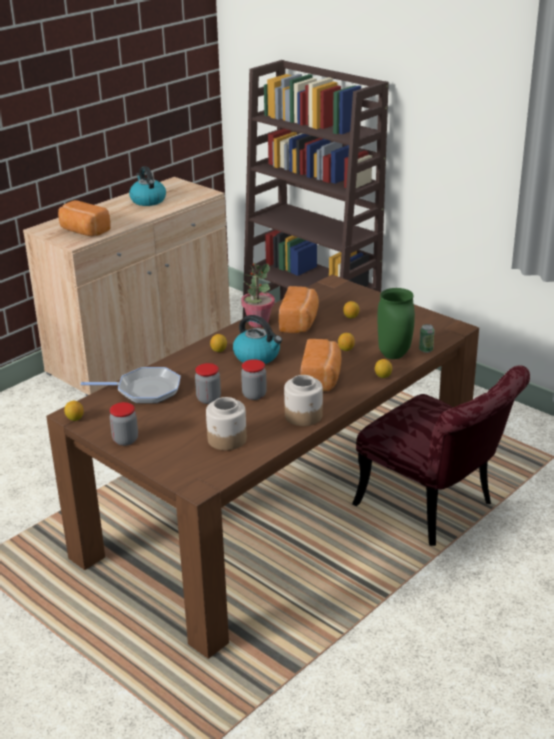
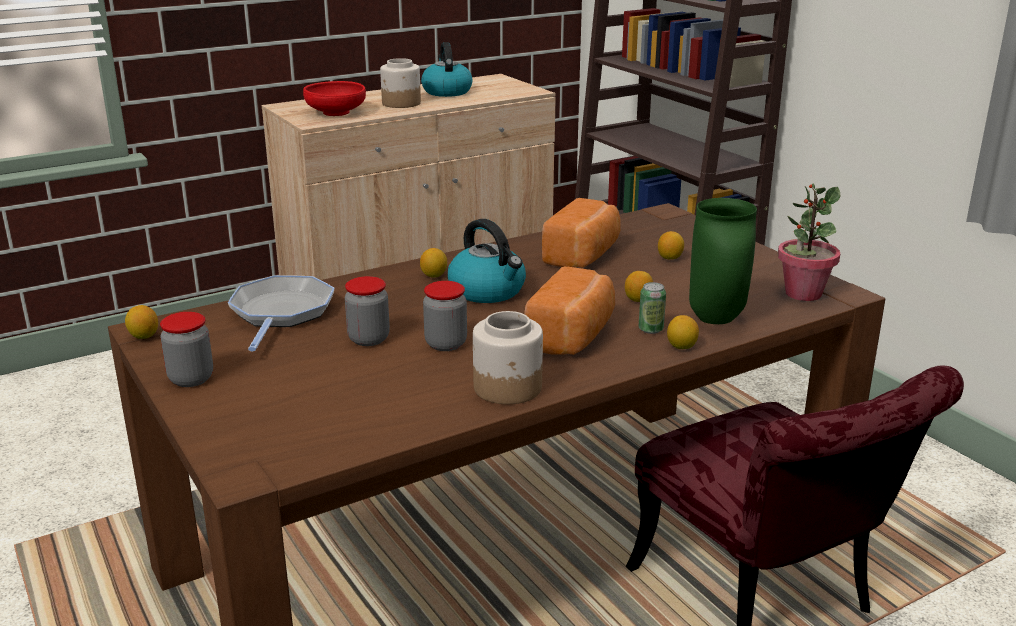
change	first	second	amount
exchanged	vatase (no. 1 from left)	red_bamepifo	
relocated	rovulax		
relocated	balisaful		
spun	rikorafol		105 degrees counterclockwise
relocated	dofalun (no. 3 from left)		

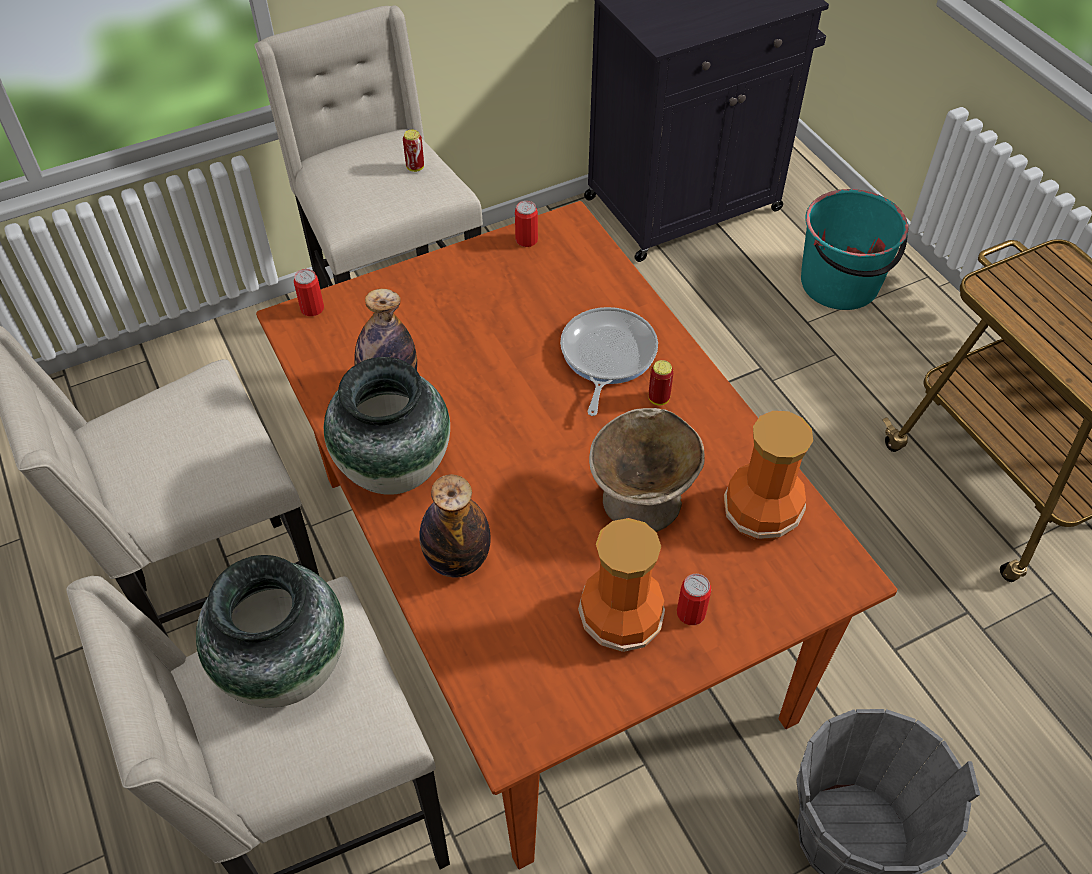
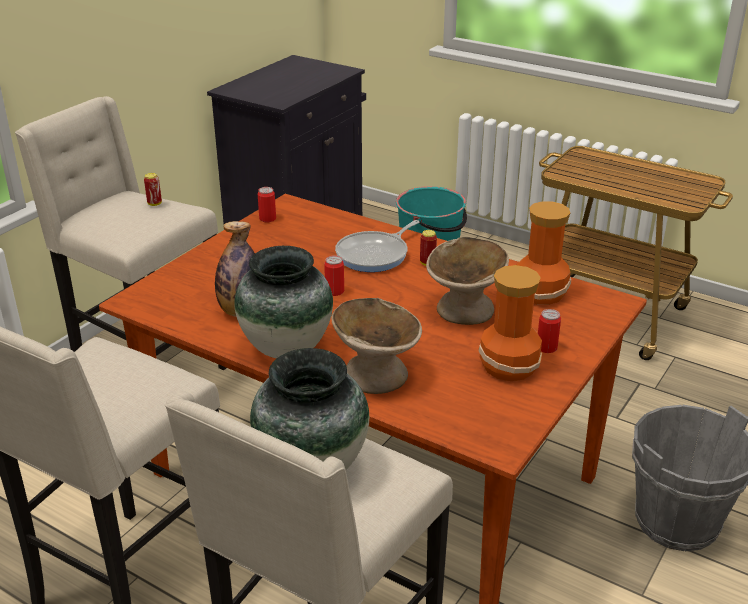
change	first	second	amount
relocated	balisaful (no. 1 from left in the first image)	balisaful (no. 3 from left)	
spun	rikorafol		120 degrees counterclockwise
exchanged	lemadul (no. 2 from left)	beige_bamepifo (no. 1 from left)	

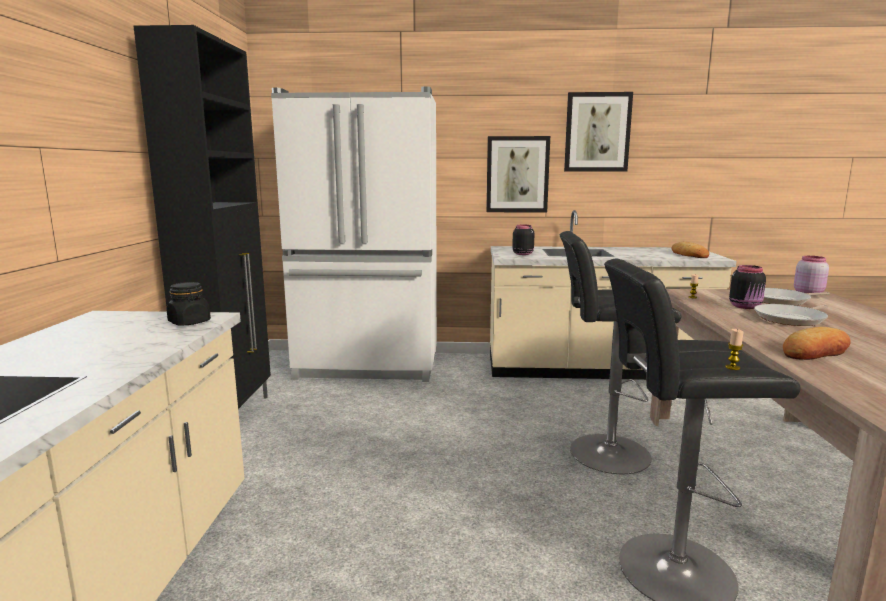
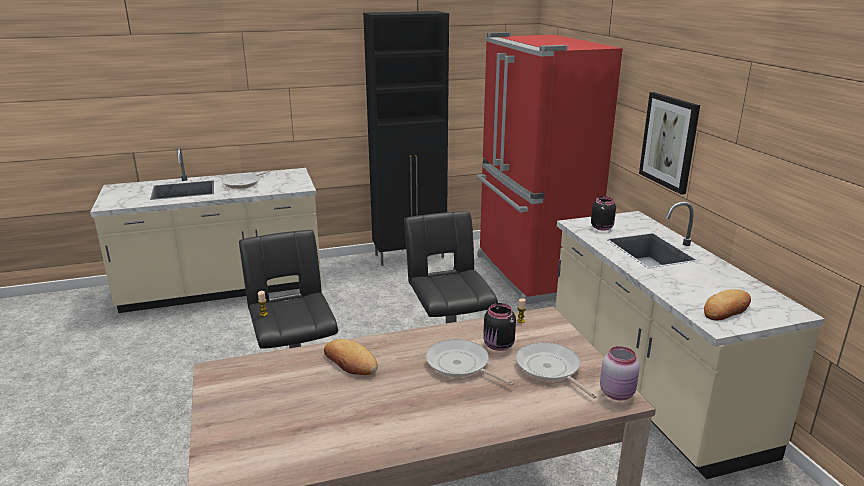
change	first	second	amount
colour	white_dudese	red_dudese	
missing	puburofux (no. 2 from left)		
missing	black_dofalun (no. 1 from left)		
appeared		rikorafol (no. 1 from left)	

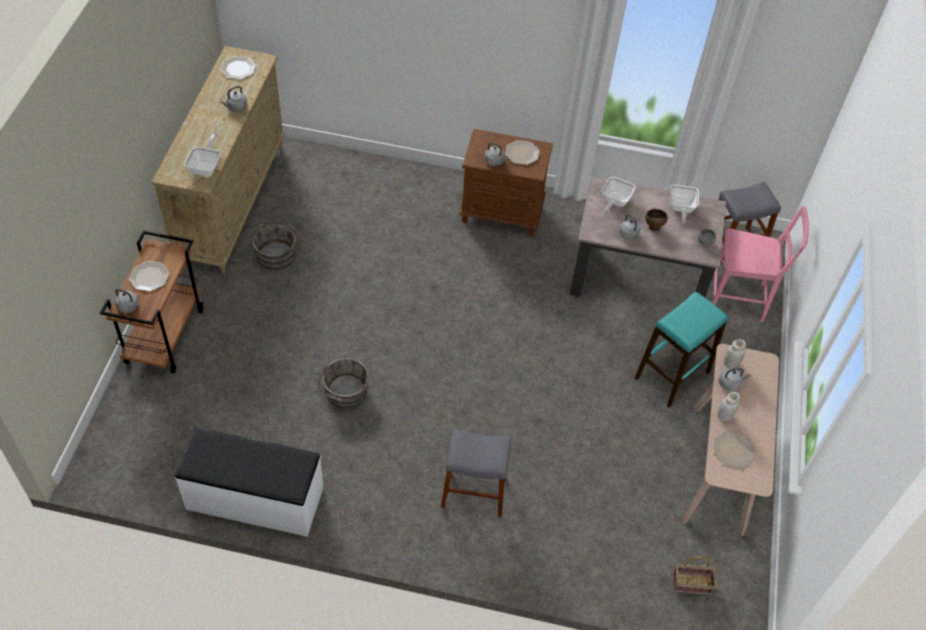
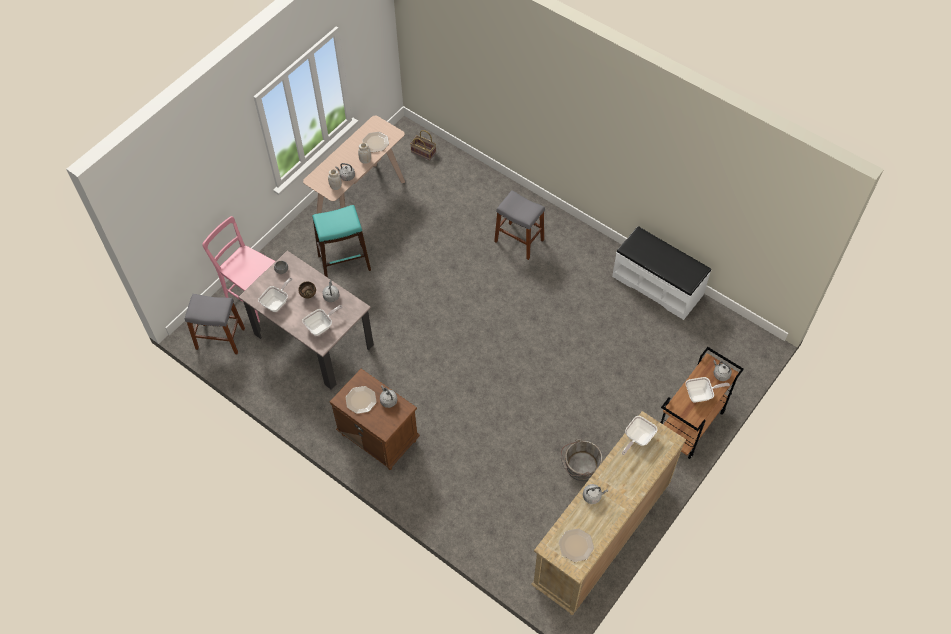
change	first	second	amount
exchanged	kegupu (no. 1 from left)	rikorafol (no. 4 from left)	
missing	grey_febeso (no. 2 from left)		

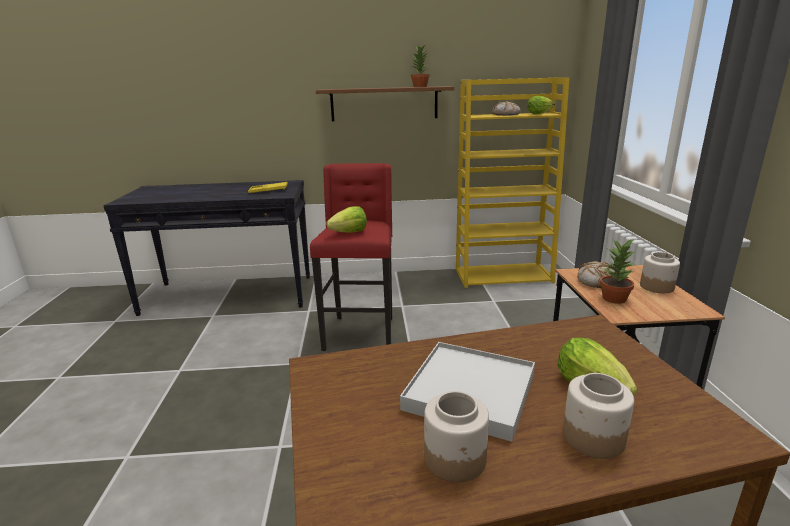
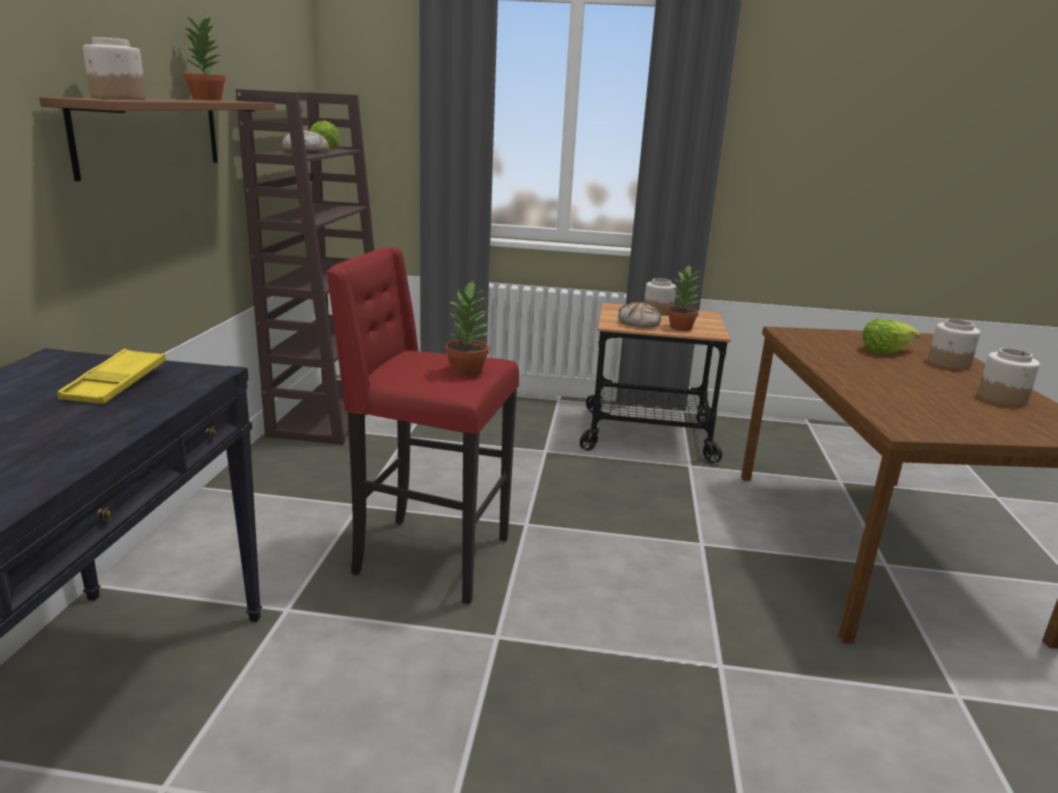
change	first	second	amount
colour	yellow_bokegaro	brown_bokegaro	
exchanged	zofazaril (no. 1 from left)	rovulax (no. 2 from left)	
missing	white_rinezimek		
appeared		dofalun (no. 1 from left)	

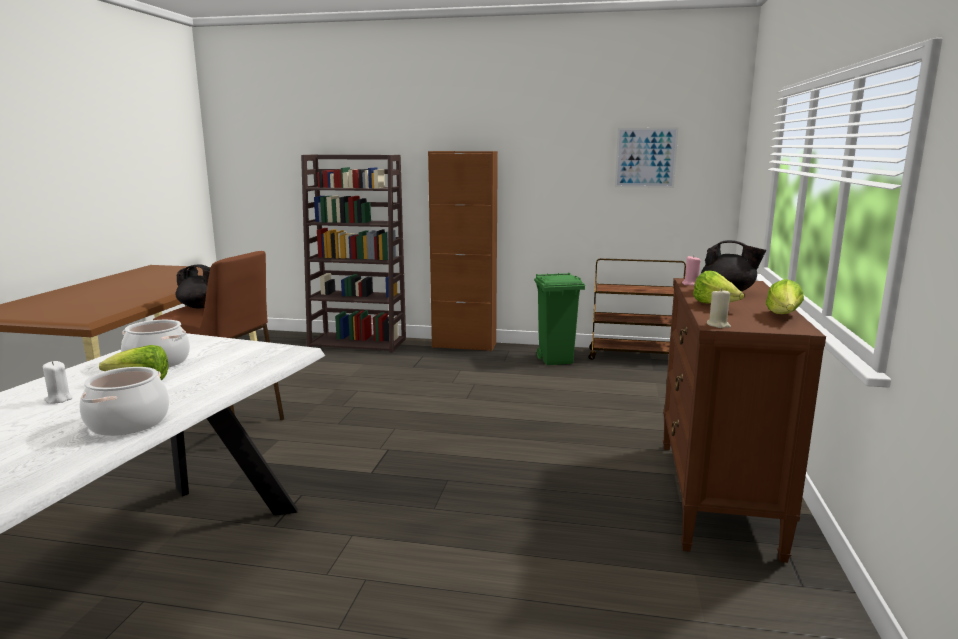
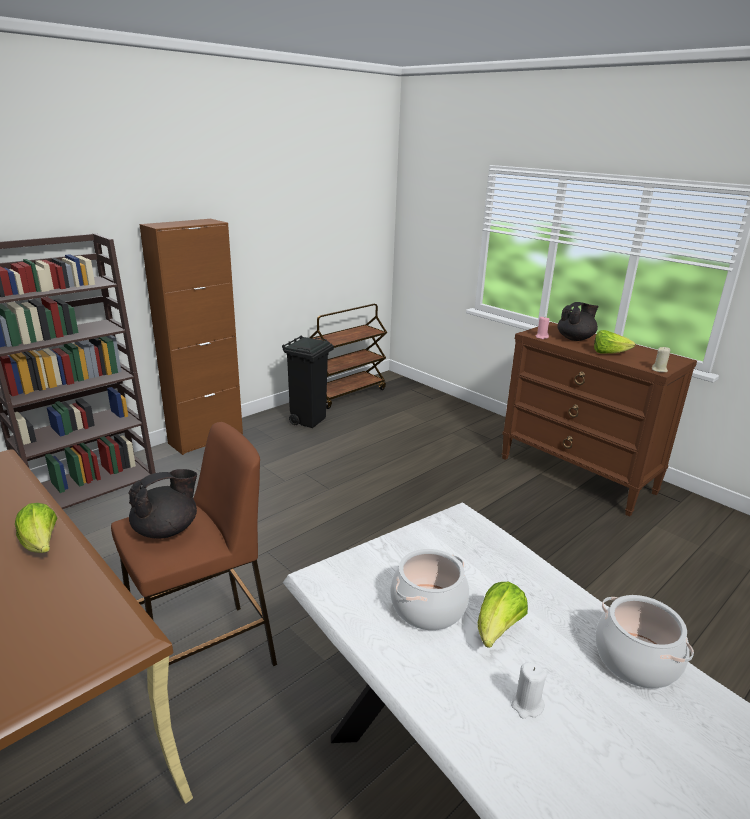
change	first	second	amount
missing	puburofux		
colour	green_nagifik	black_nagifik	
relocated	zofazaril (no. 3 from left in the first image)	zofazaril (no. 1 from left)	

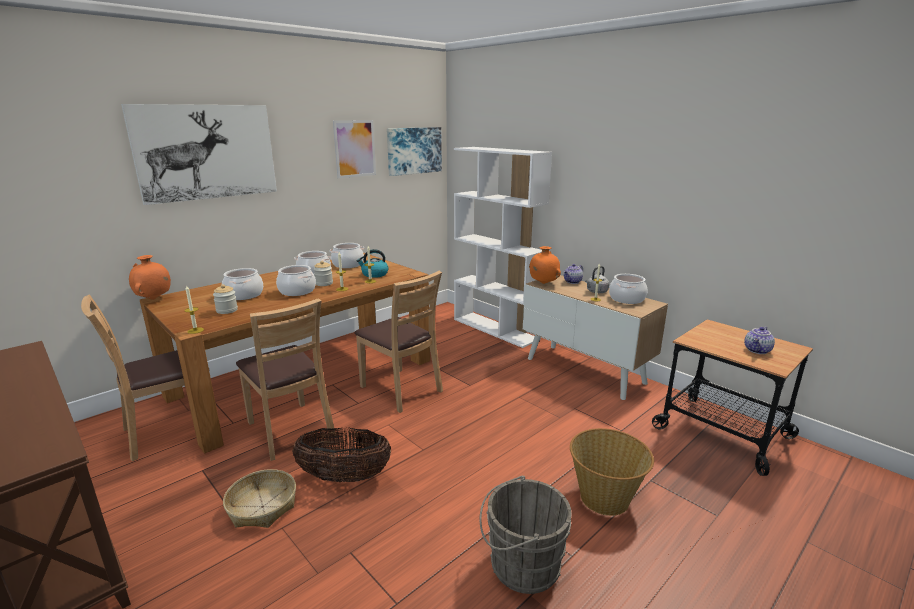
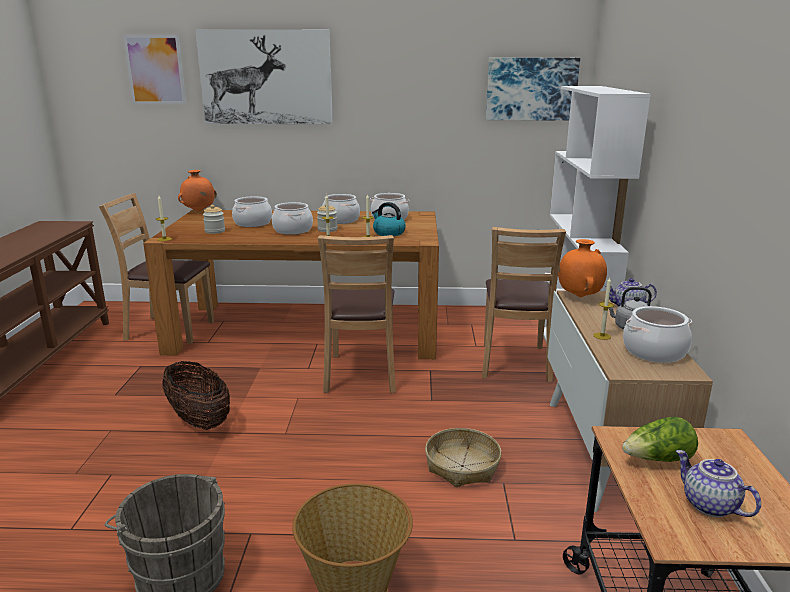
change	first	second	amount
relocated	puburofux (no. 2 from left in the first image)	puburofux (no. 1 from left)	
relocated	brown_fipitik (no. 2 from left in the first image)	brown_fipitik (no. 3 from left)	
spun	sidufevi (no. 2 from left)		60 degrees clockwise
relocated	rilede (no. 1 from left in the first image)	rilede (no. 3 from left)	
appeared		zofazaril	

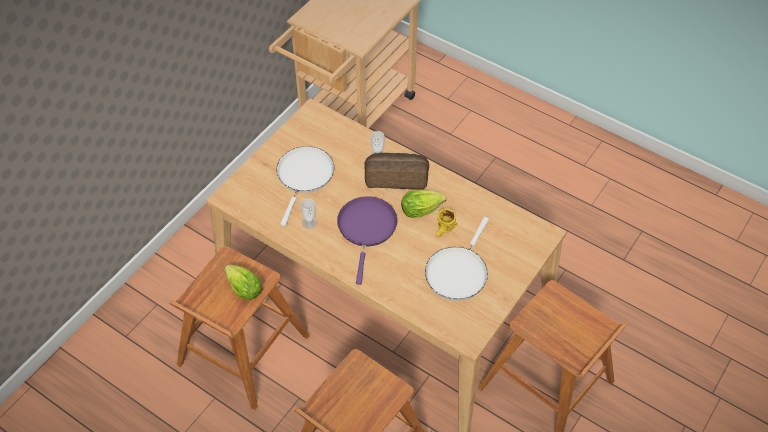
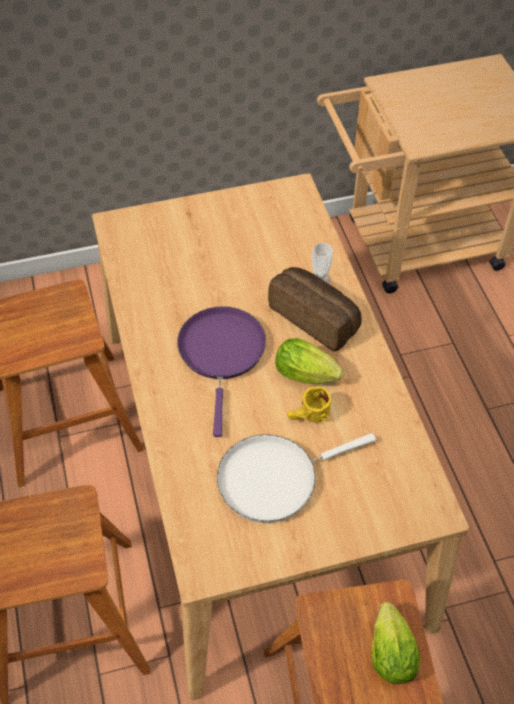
change	first	second	amount
missing	white_rikorafol (no. 1 from left)		
spun	purple_rikorafol		45 degrees counterclockwise
missing	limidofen (no. 1 from left)		
relocated	zofazaril (no. 1 from left in the first image)	zofazaril (no. 2 from left)	

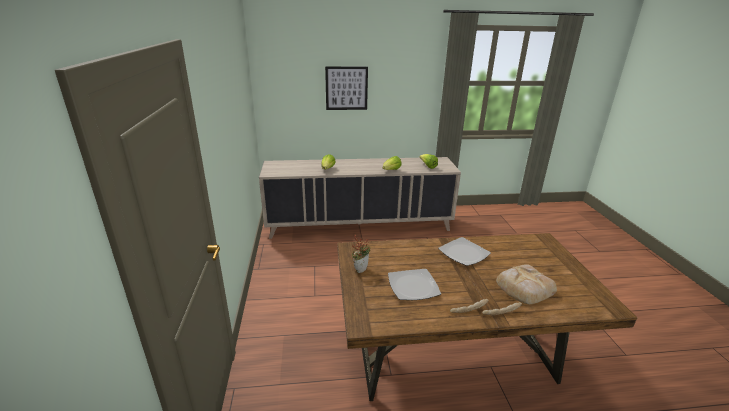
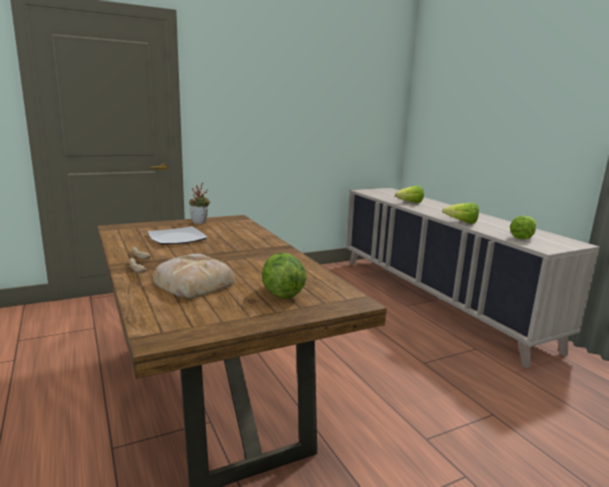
change	first	second	amount
missing	puburofux		
missing	kegupu (no. 2 from left)		
appeared		zofazaril (no. 1 from left)	

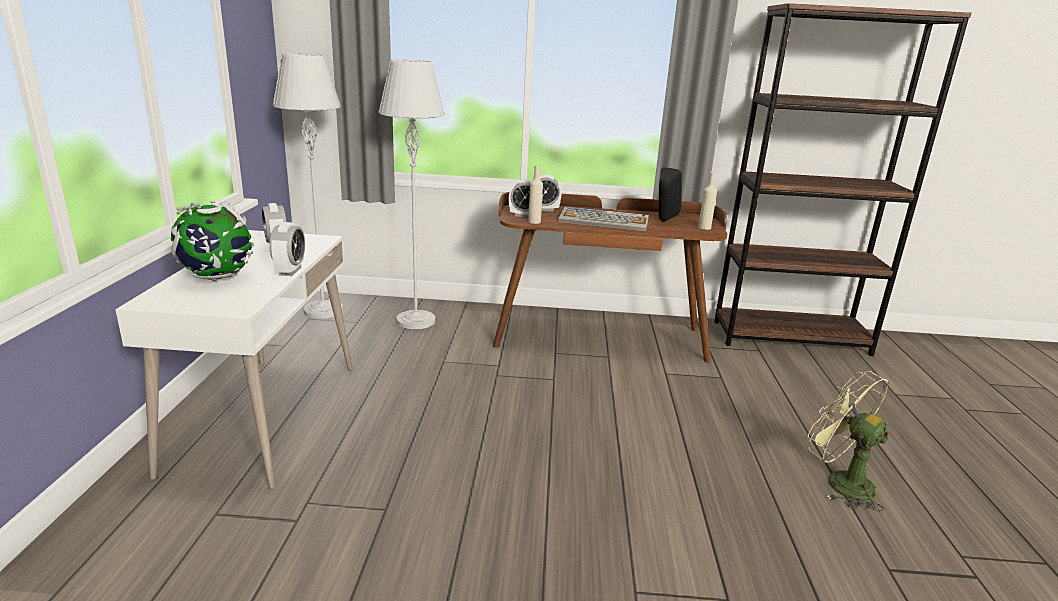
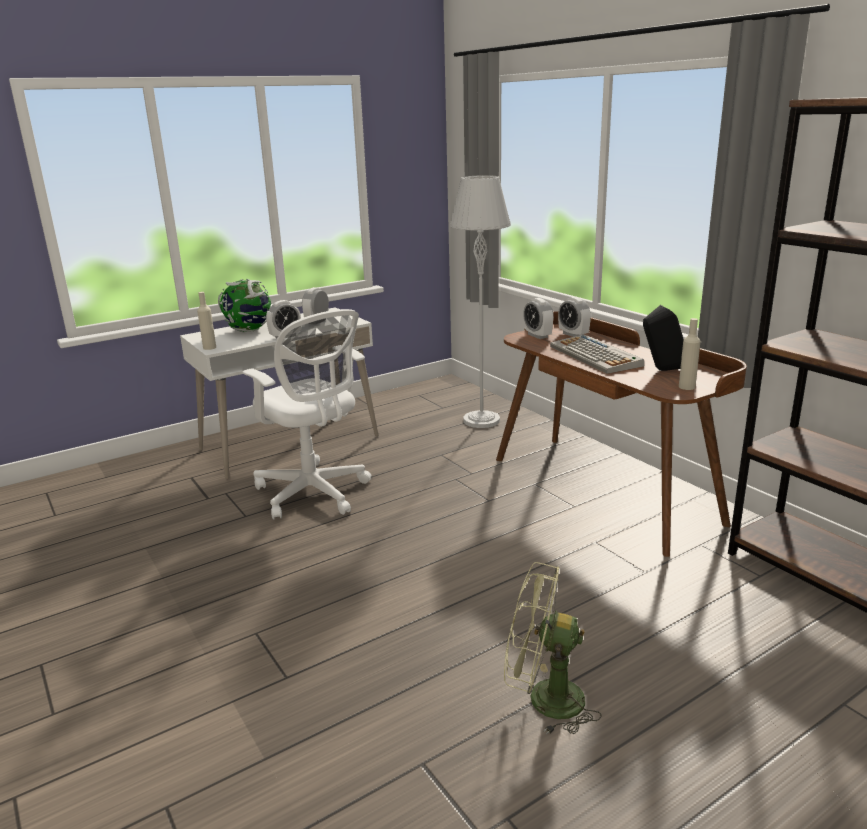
change	first	second	amount
missing	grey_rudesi (no. 1 from left)		
relocated	beige_lemadul (no. 1 from left)		
spun	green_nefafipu		90 degrees counterclockwise
appeared		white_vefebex	

